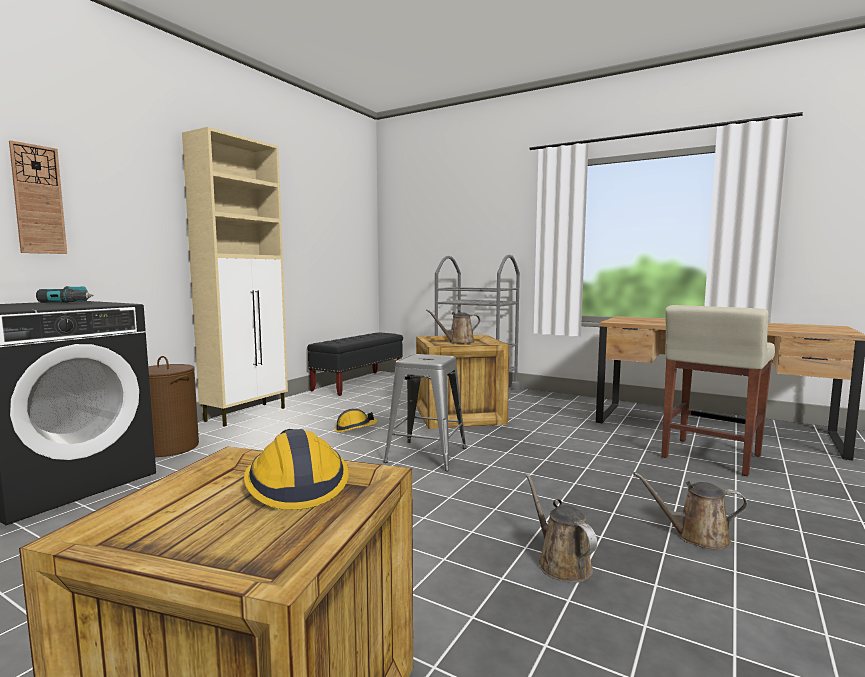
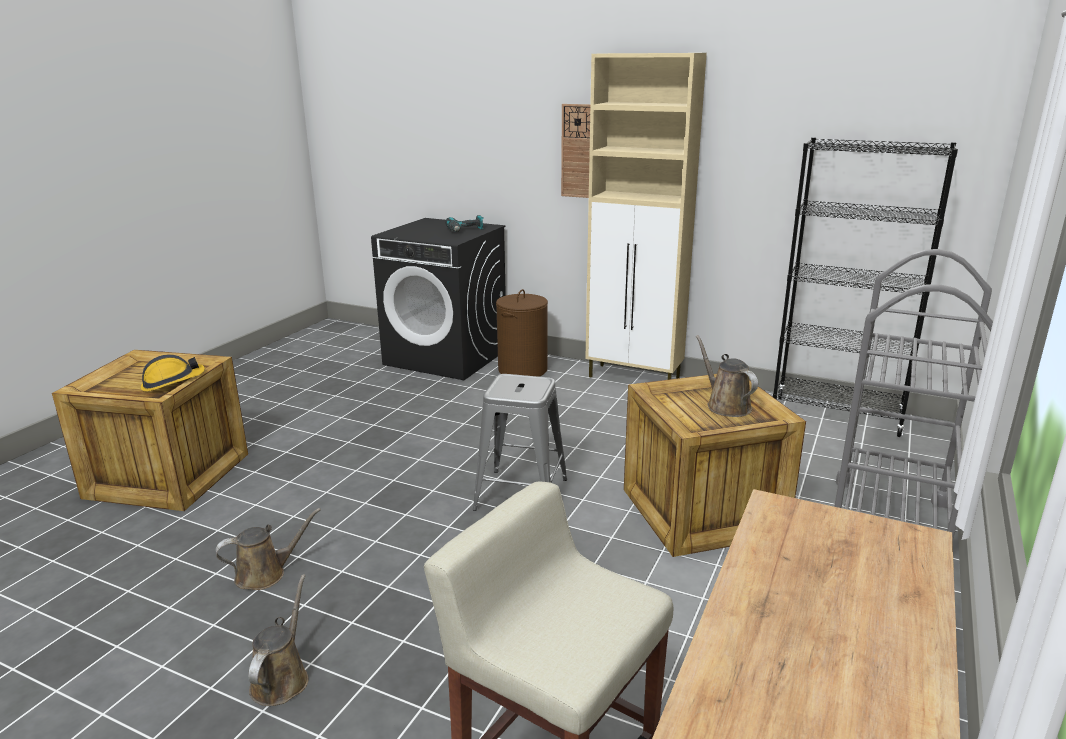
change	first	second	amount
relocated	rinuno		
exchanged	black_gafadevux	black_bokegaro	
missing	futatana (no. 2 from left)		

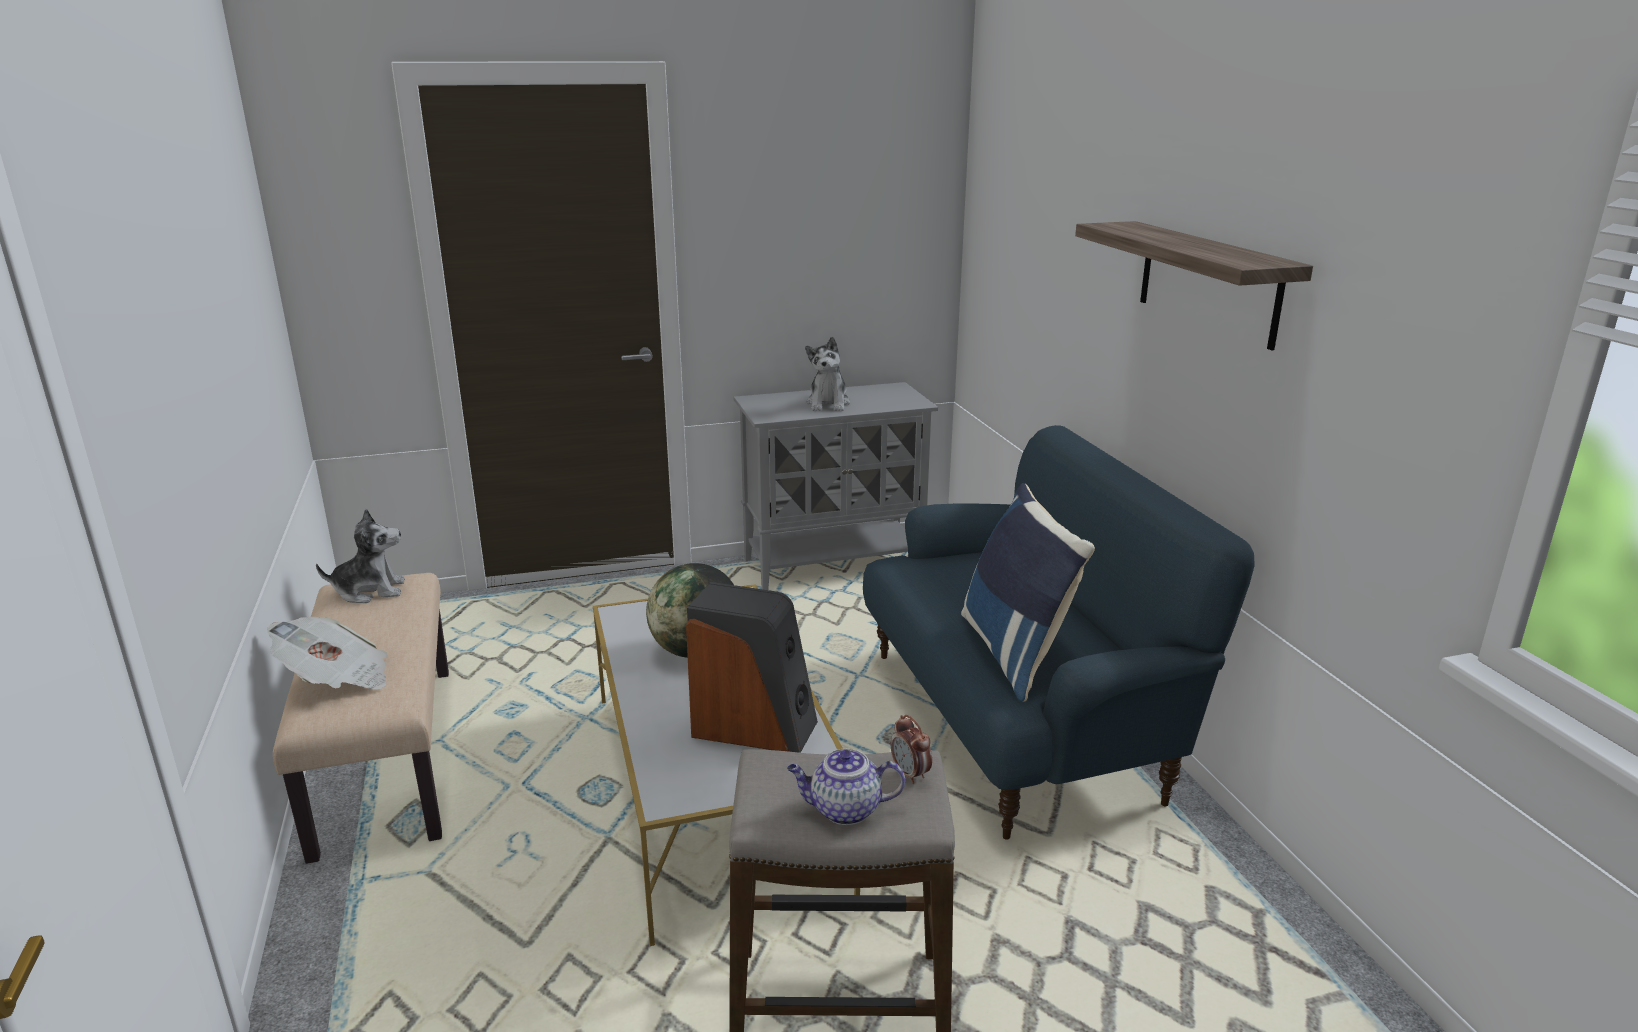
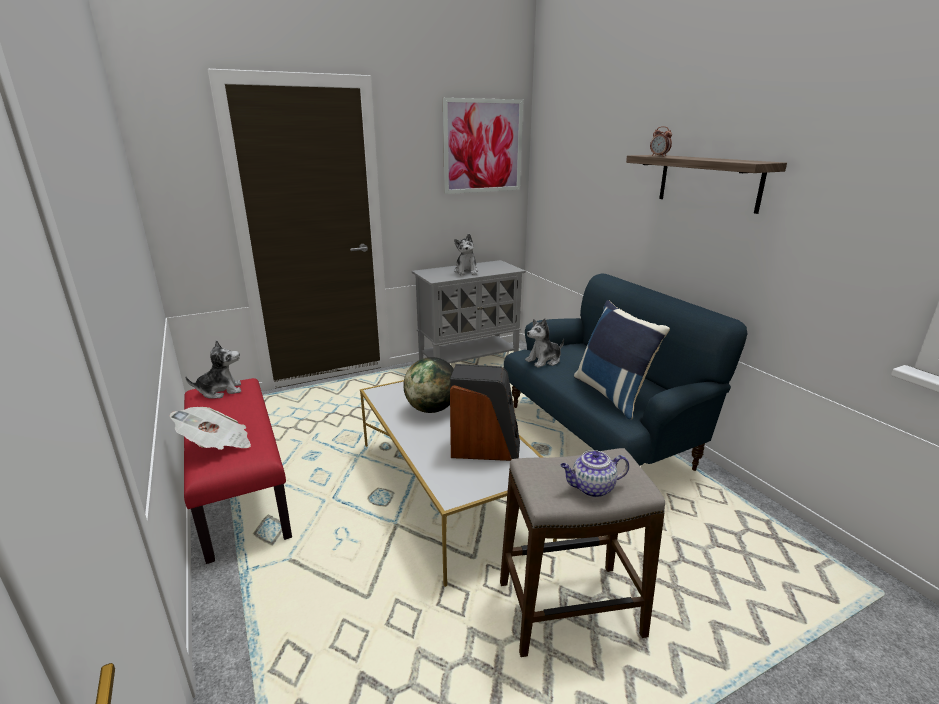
change	first	second	amount
colour	beige_gafadevux	red_gafadevux	
relocated	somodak		
appeared		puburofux	
appeared		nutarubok (no. 3 from left)	

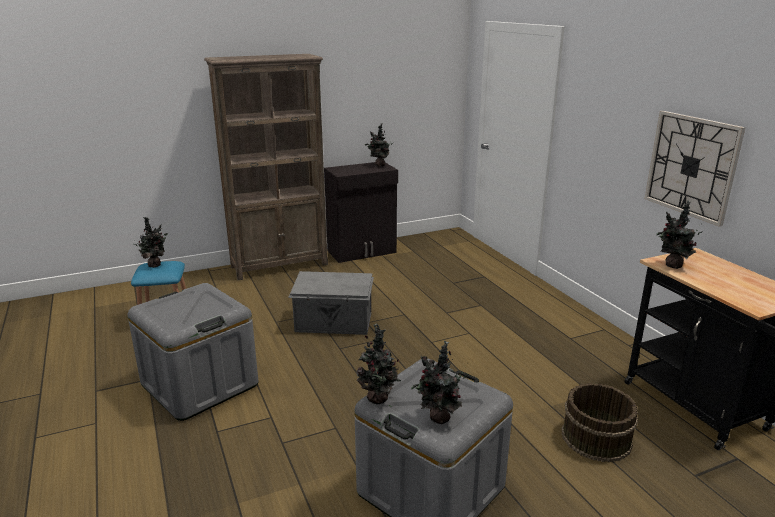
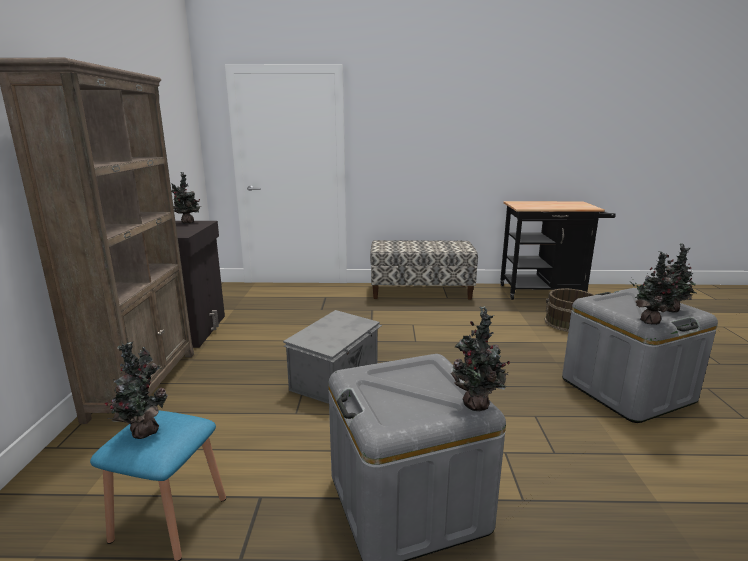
change	first	second	amount
missing	rinuno		
relocated	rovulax (no. 5 from left in the first image)	rovulax (no. 3 from left)	
appeared		gafadevux	

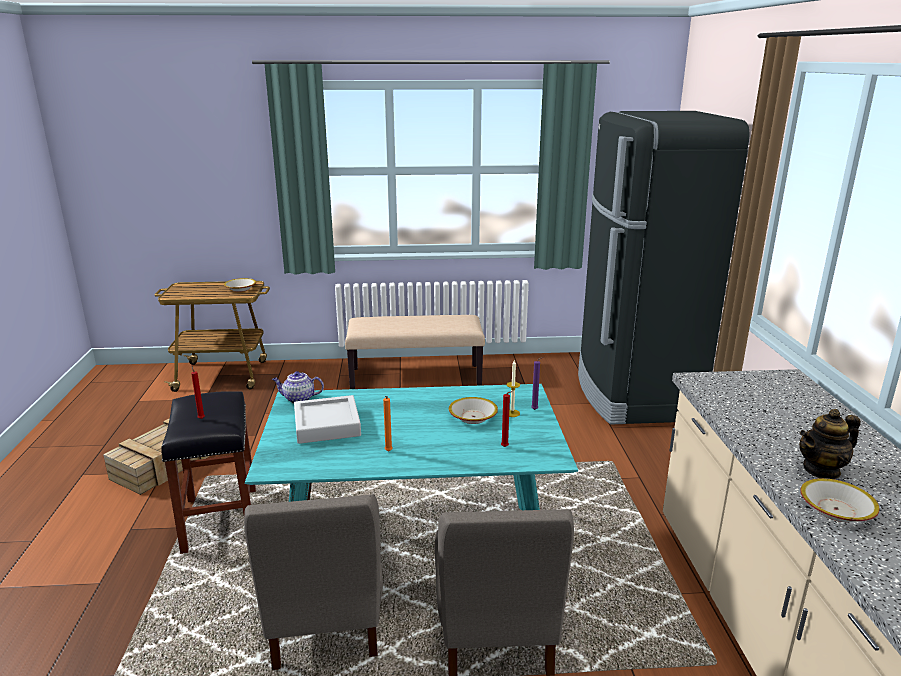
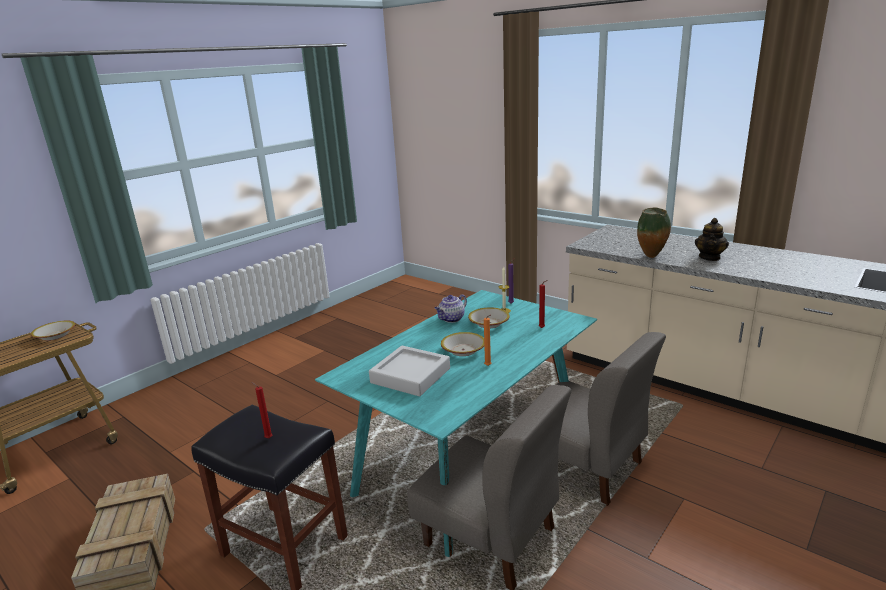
change	first	second	amount
missing	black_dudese		
missing	beige_gafadevux		
relocated	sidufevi (no. 1 from left)		
relocated	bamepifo (no. 3 from left in the first image)	bamepifo (no. 2 from left)	
appeared		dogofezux	

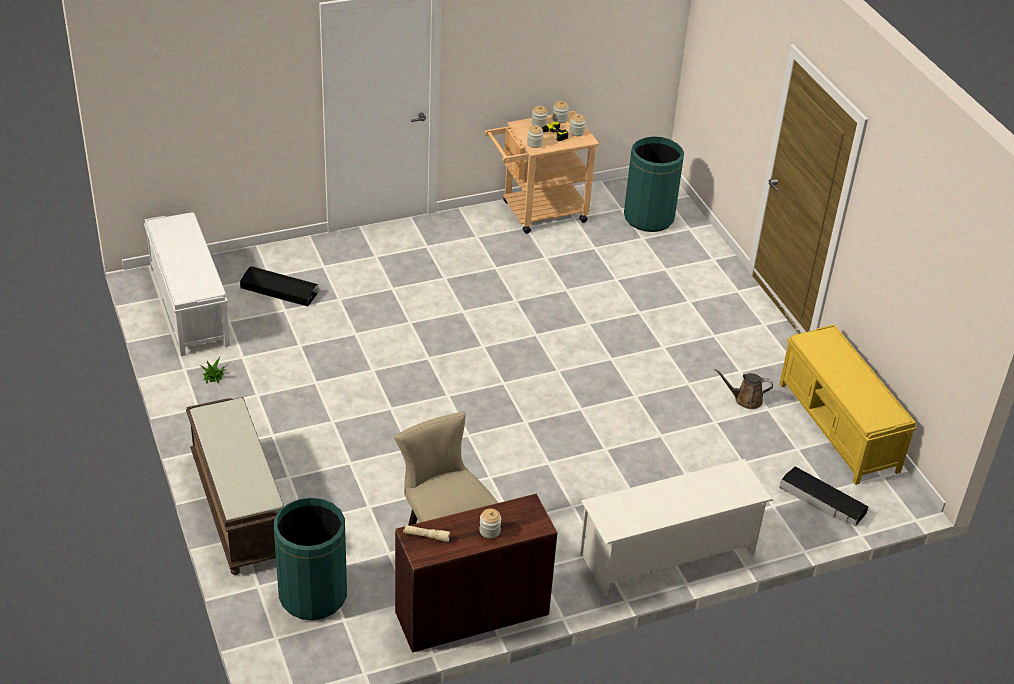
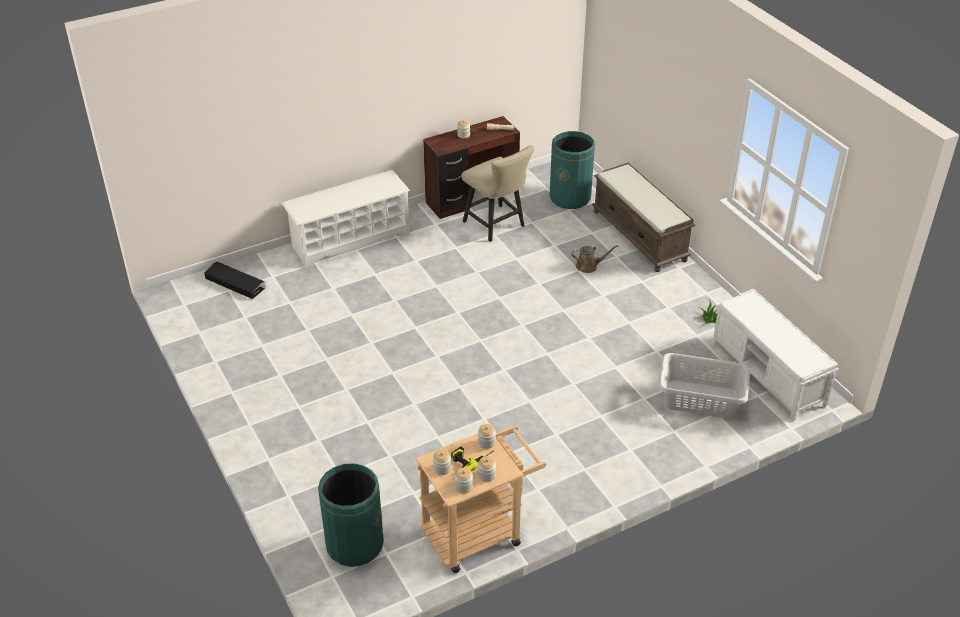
change	first	second	amount
exchanged	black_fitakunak (no. 1 from left)	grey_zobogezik	
missing	yellow_gafadevux		
relocated	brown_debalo		

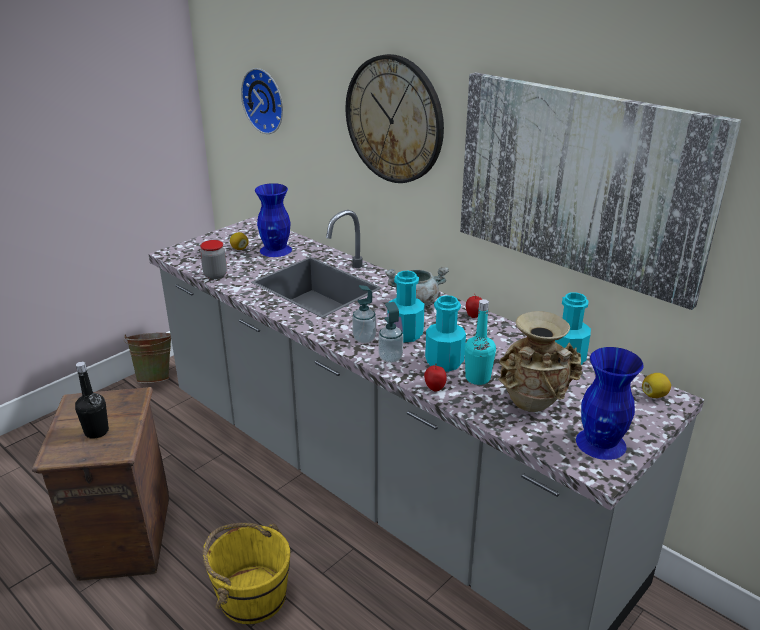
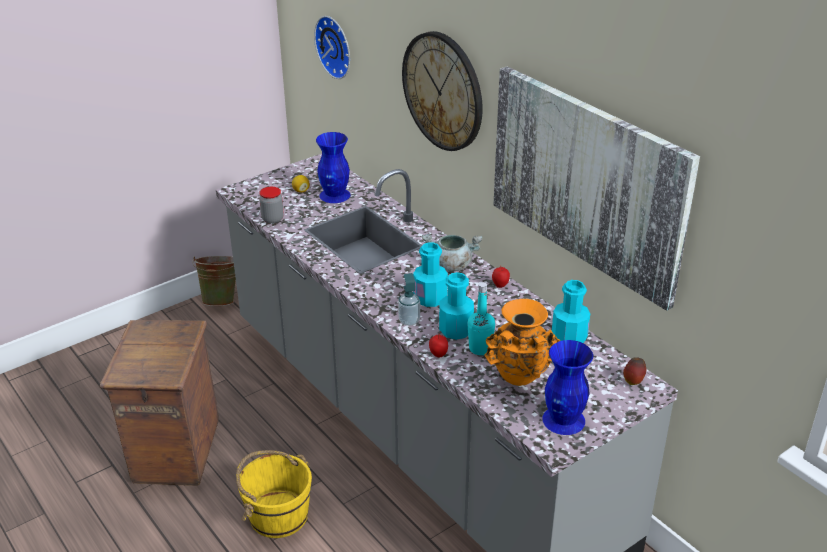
change	first	second	amount
missing	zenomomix (no. 1 from left)		
colour	beige_dogofezux	orange_dogofezux	
missing	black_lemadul		
exchanged	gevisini (no. 2 from left)	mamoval (no. 3 from left)	

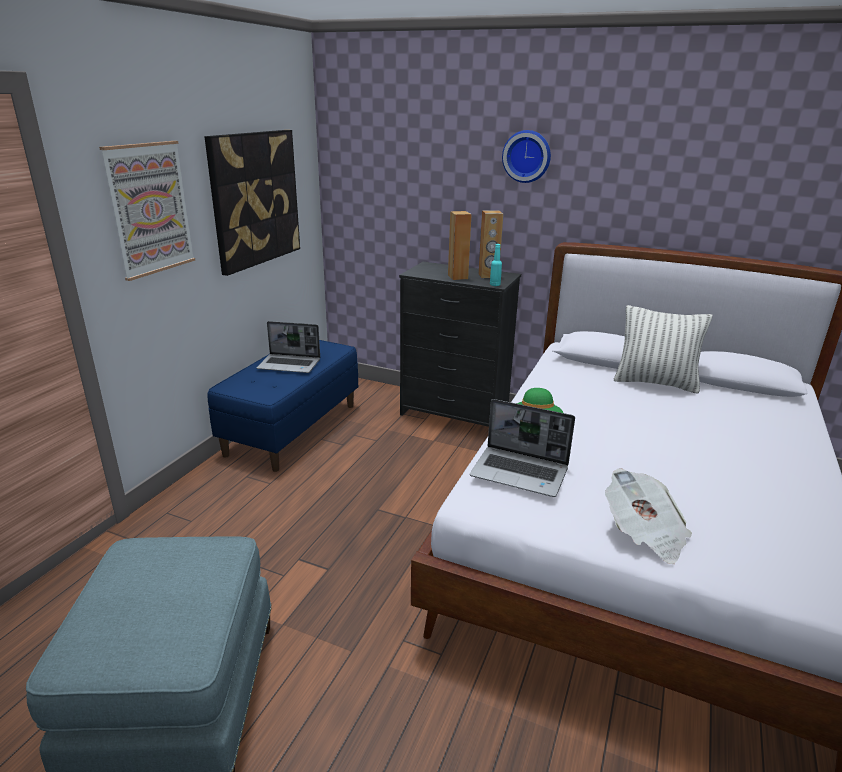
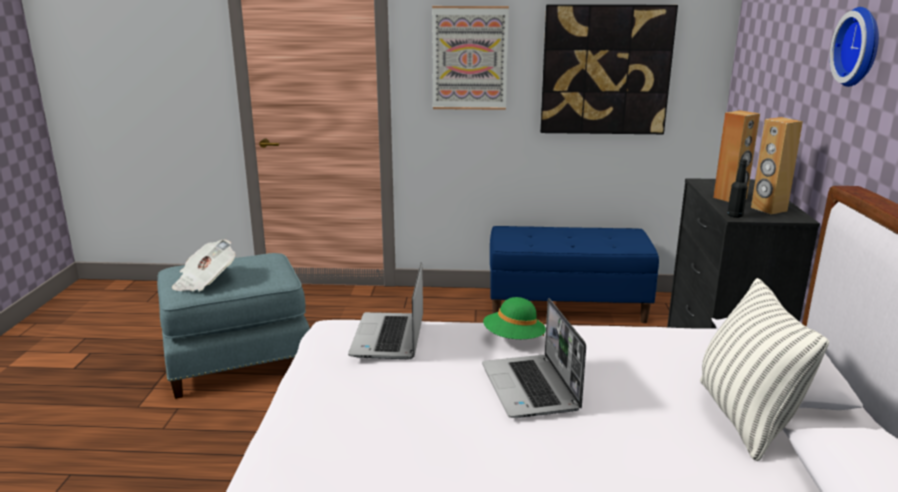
change	first	second	amount
colour	turquoise_lemadul	black_lemadul	
relocated	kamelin (no. 1 from left in the first image)	kamelin (no. 2 from left)	
relocated	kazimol		

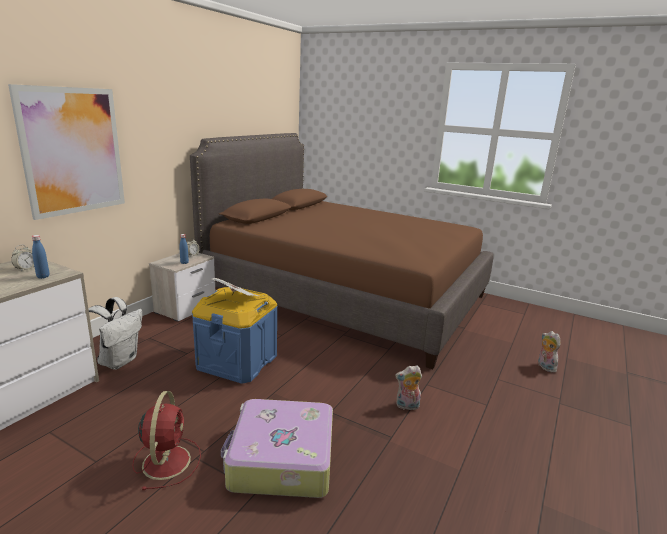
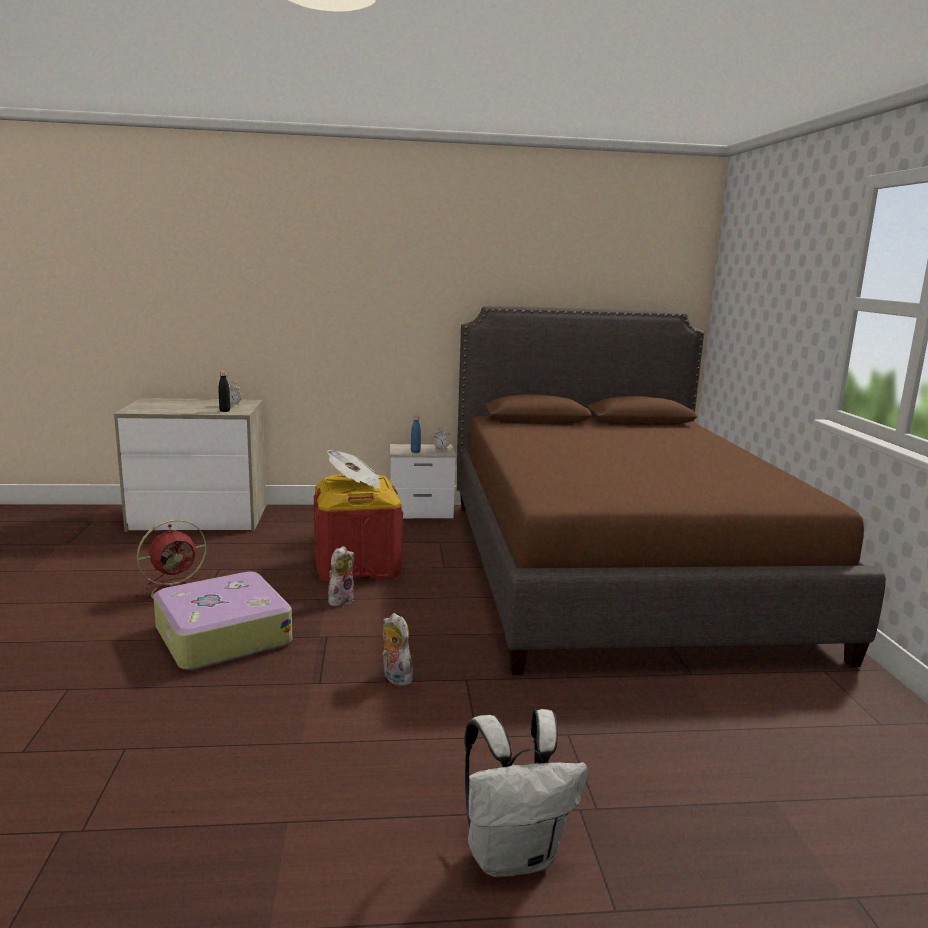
change	first	second	amount
missing	puburofux		
colour	blue_lemadul (no. 1 from left)	black_lemadul	
colour	blue_fitakunak	red_fitakunak	
relocated	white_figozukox		
relocated	nutarubok (no. 2 from left in the first image)	nutarubok (no. 1 from left)	

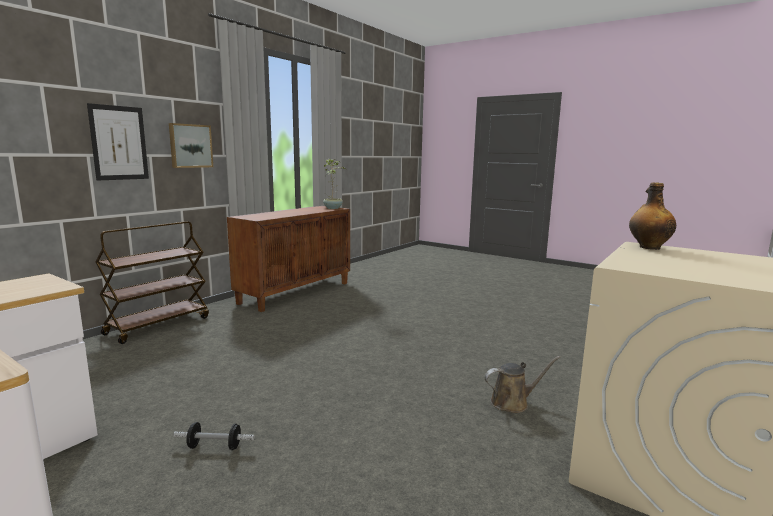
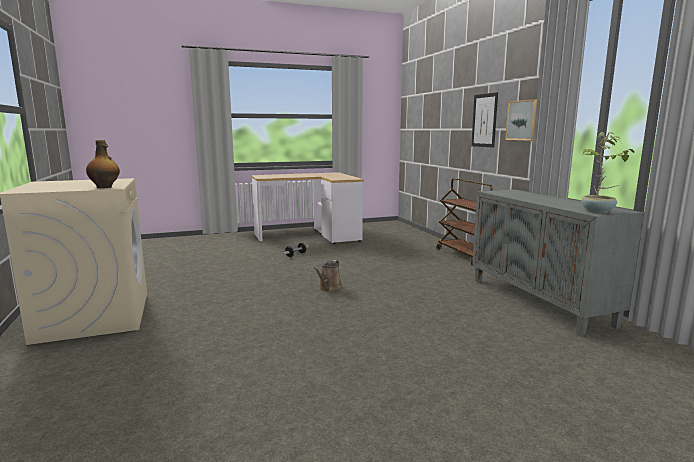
change	first	second	amount
colour	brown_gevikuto	grey_gevikuto	
relocated	brown_debalo		

